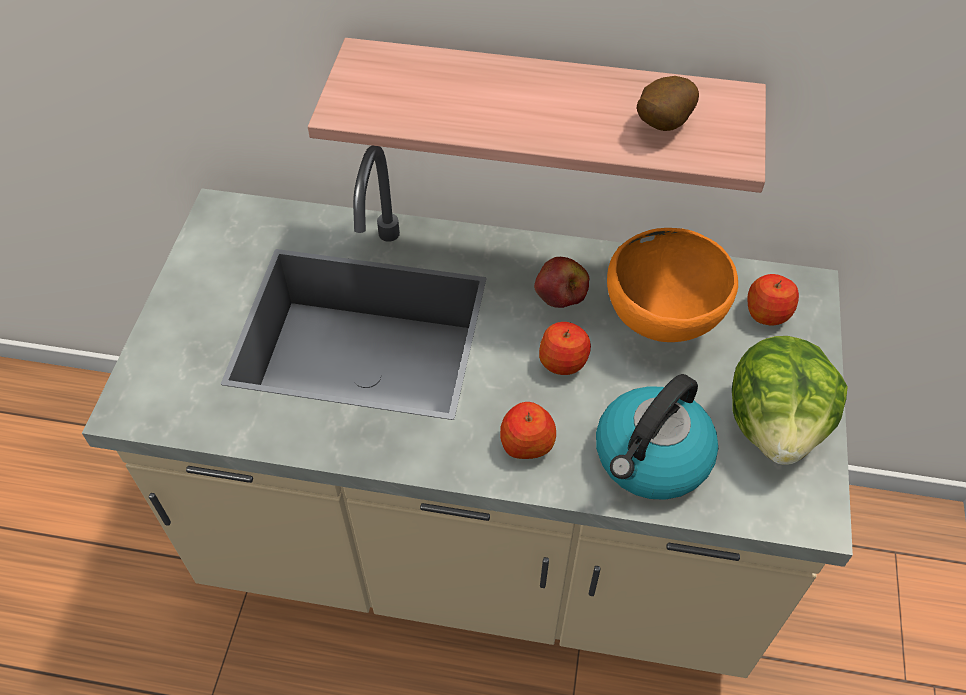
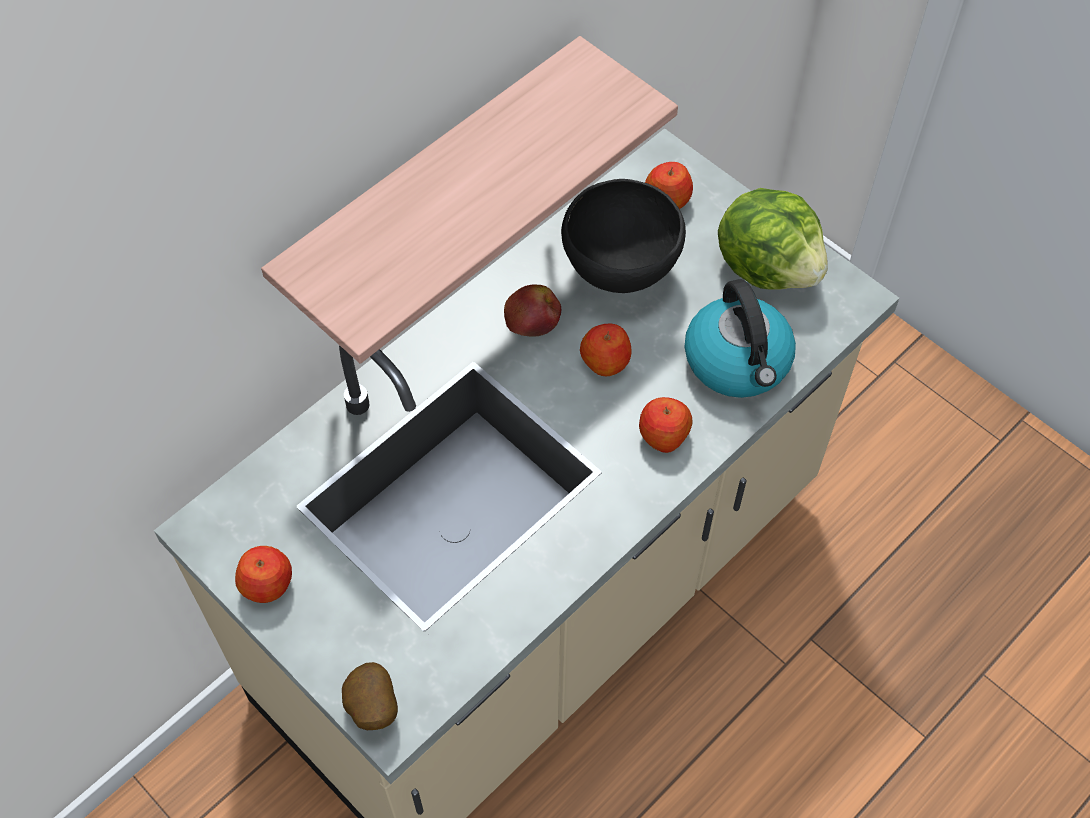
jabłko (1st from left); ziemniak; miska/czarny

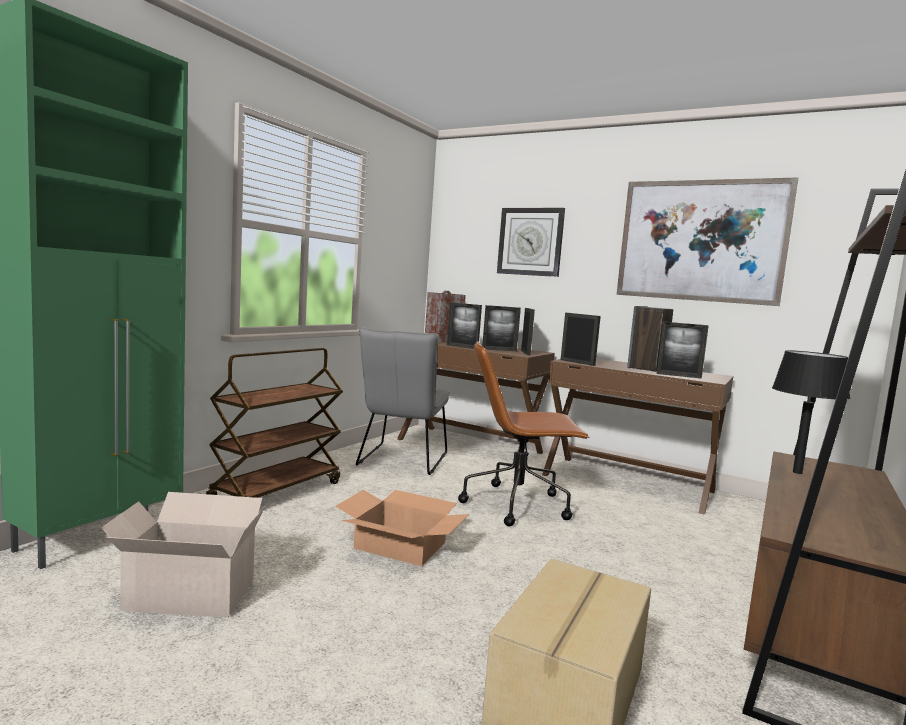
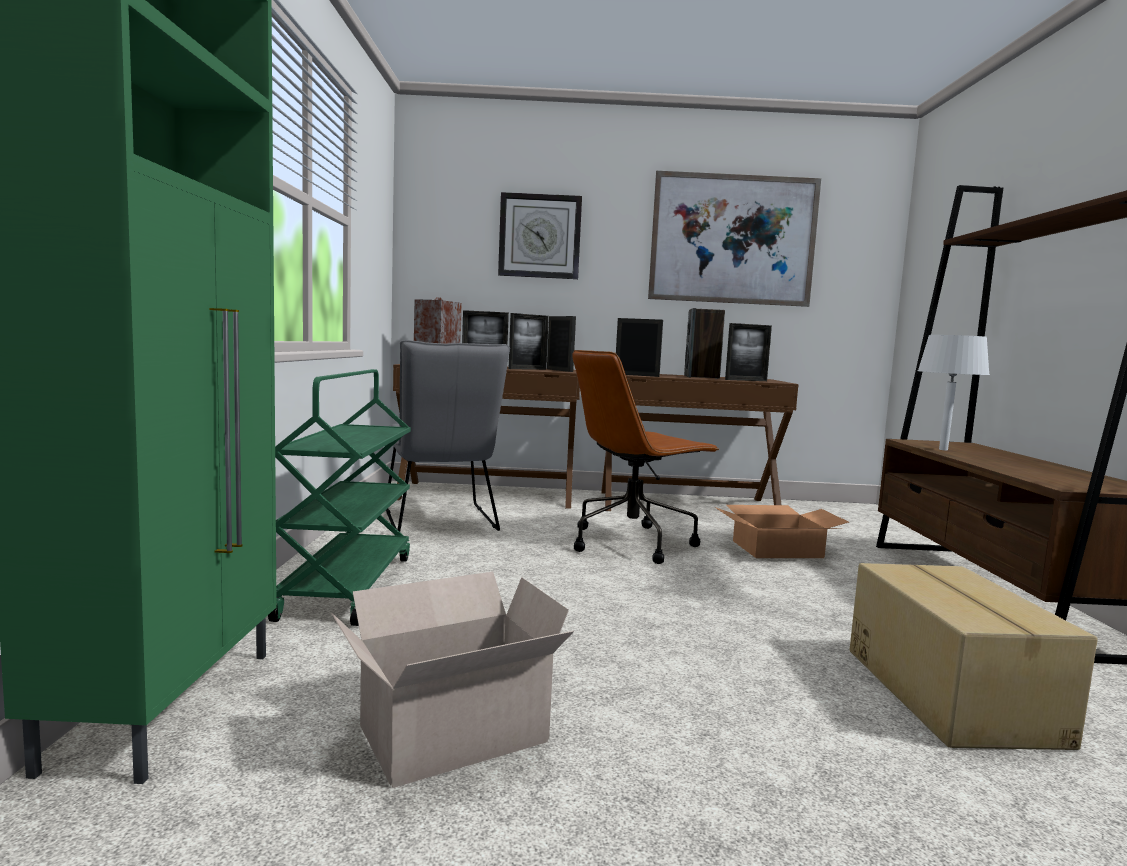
karton (2nd from left); wózek/zielony; lampa stołowa/biały

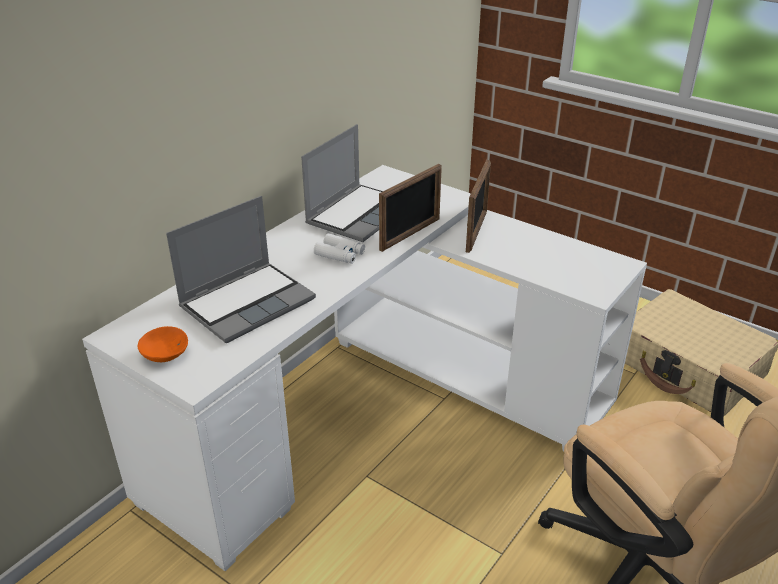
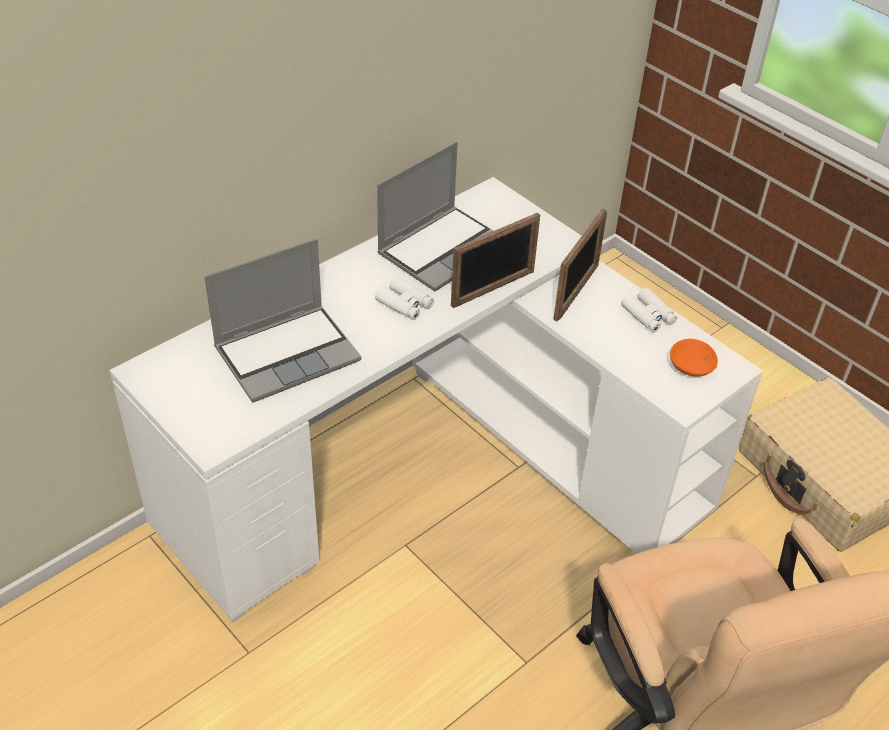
lornetka/biały (2nd from left); miska/pomarańczowy

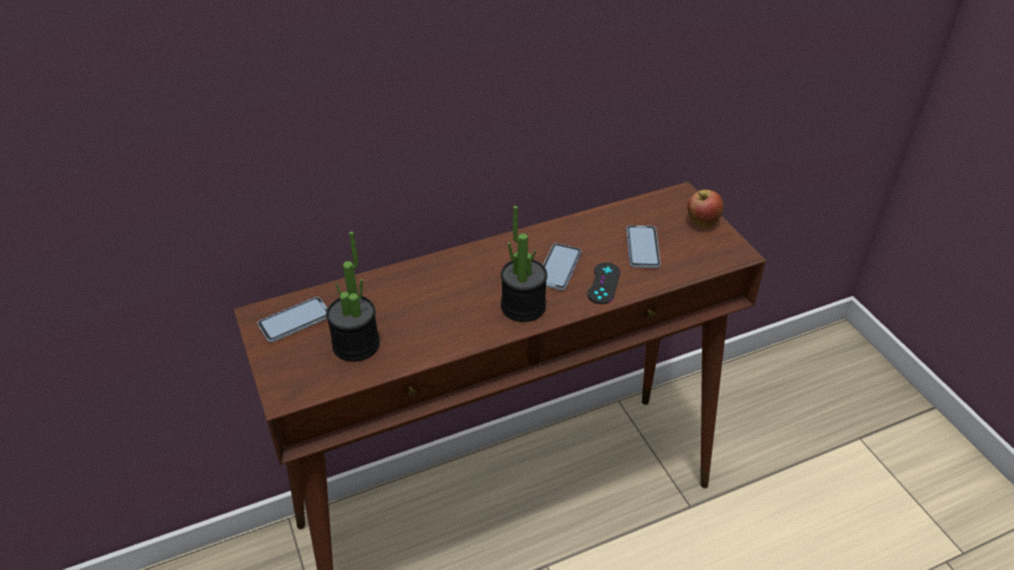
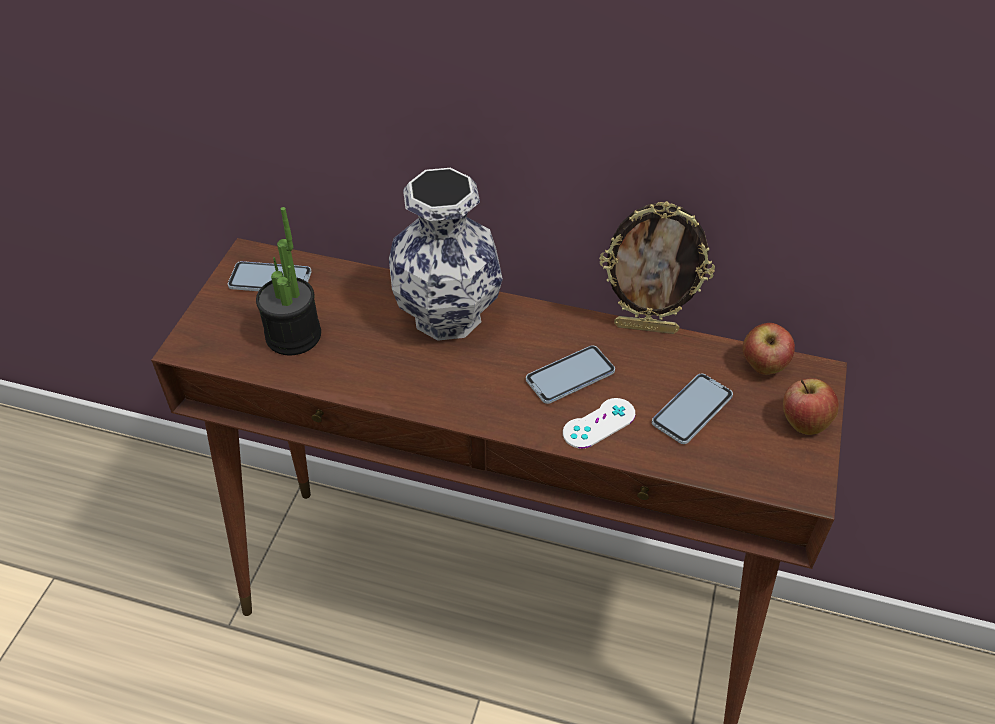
roślina doniczkowa (2nd from left in the first image); wazon; ramka na zdjęcie; jabłko (1st from left); pad do gier/biały

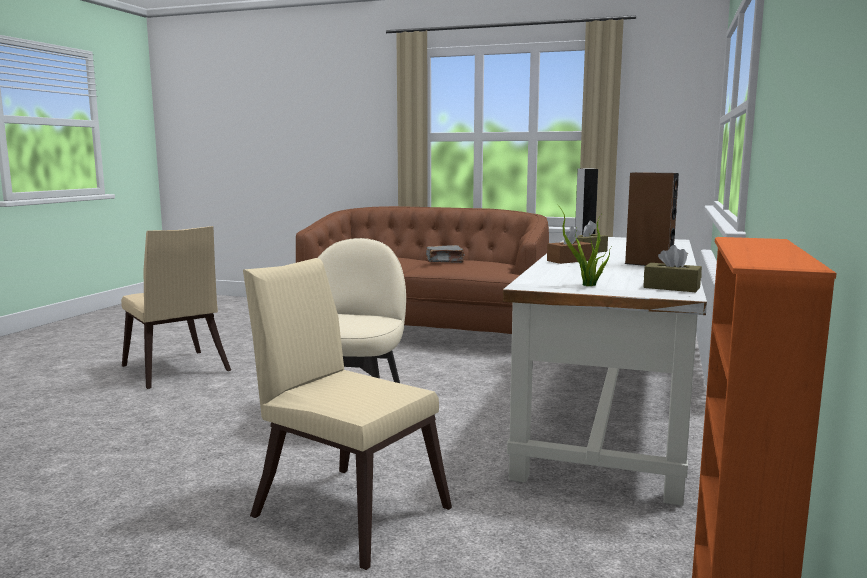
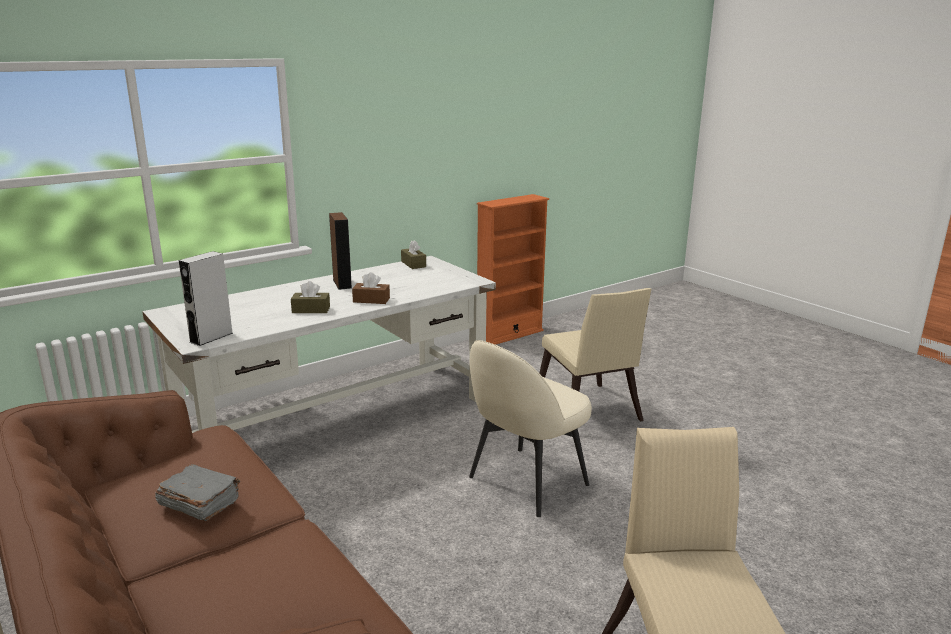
roślina doniczkowa

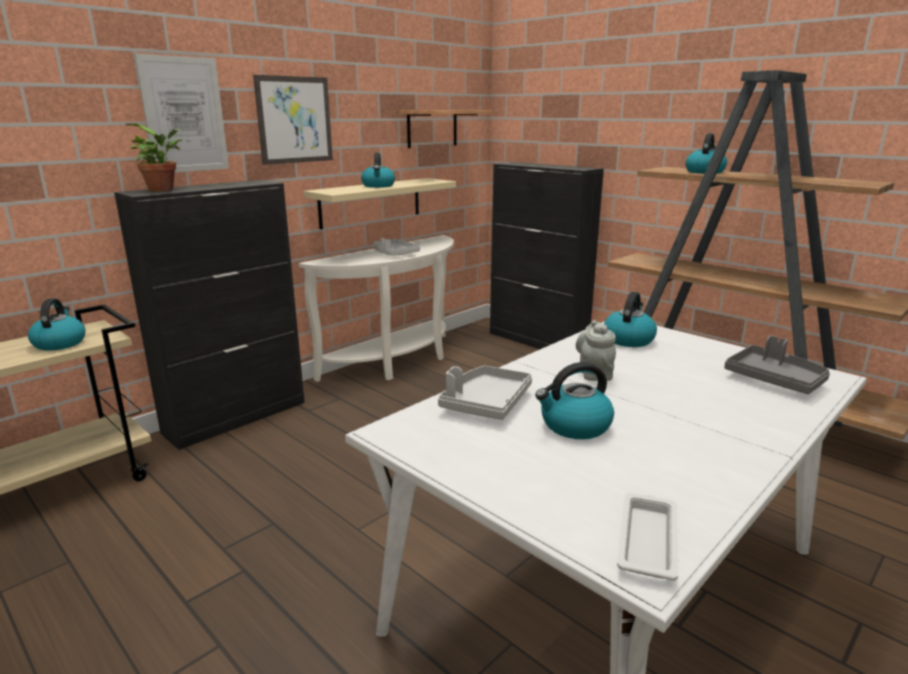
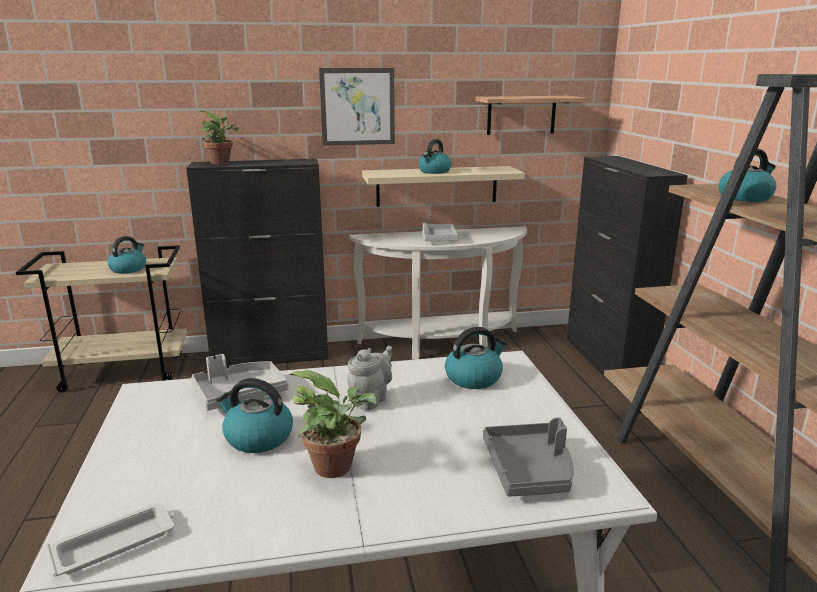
obraz (1st from left in the first image); roślina doniczkowa (2nd from left)

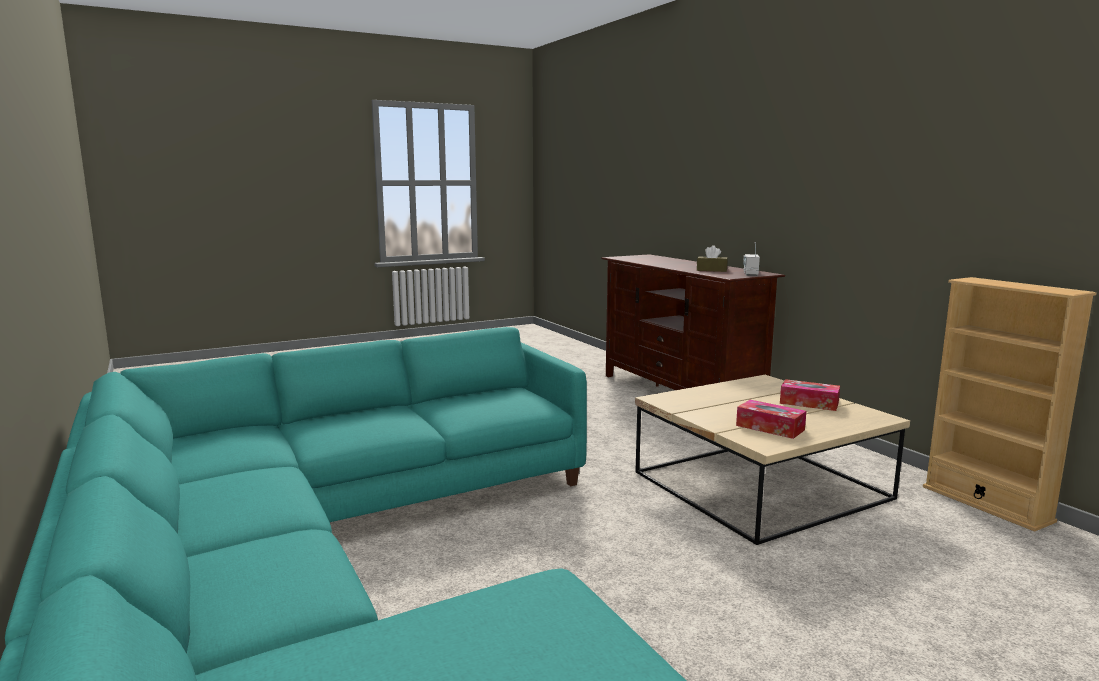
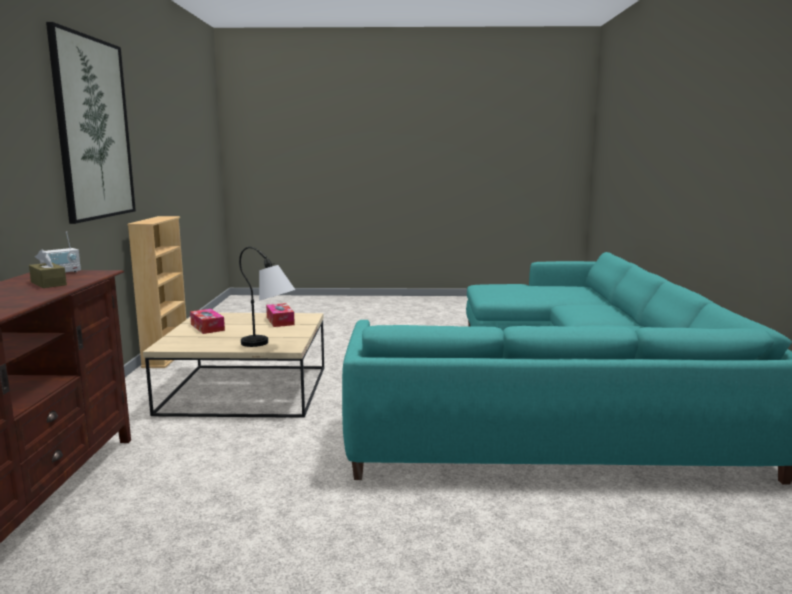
obraz; lampa stołowa

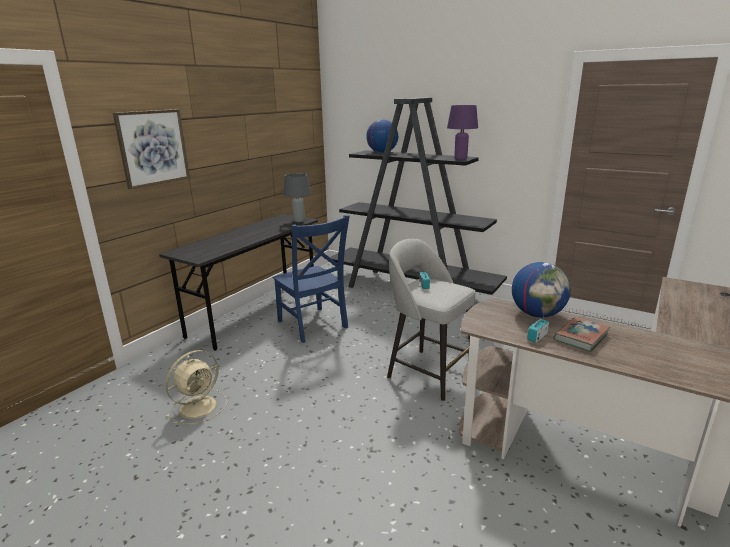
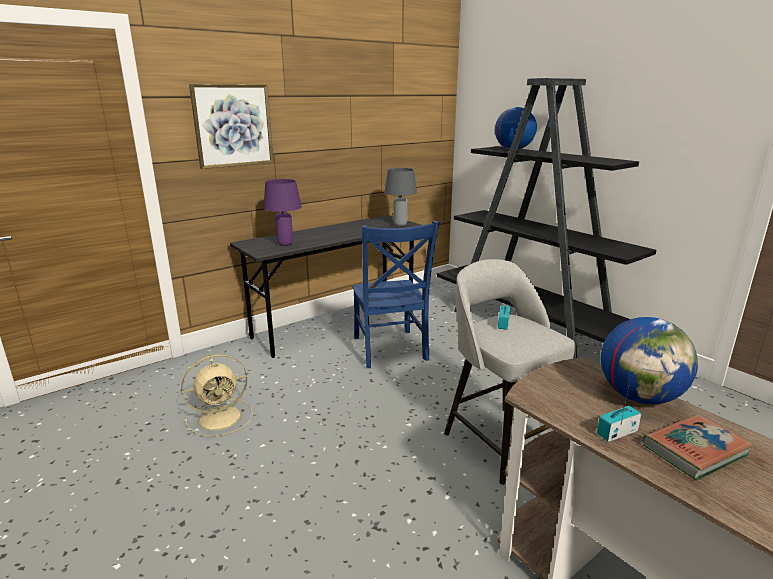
lampa stołowa/fioletowy

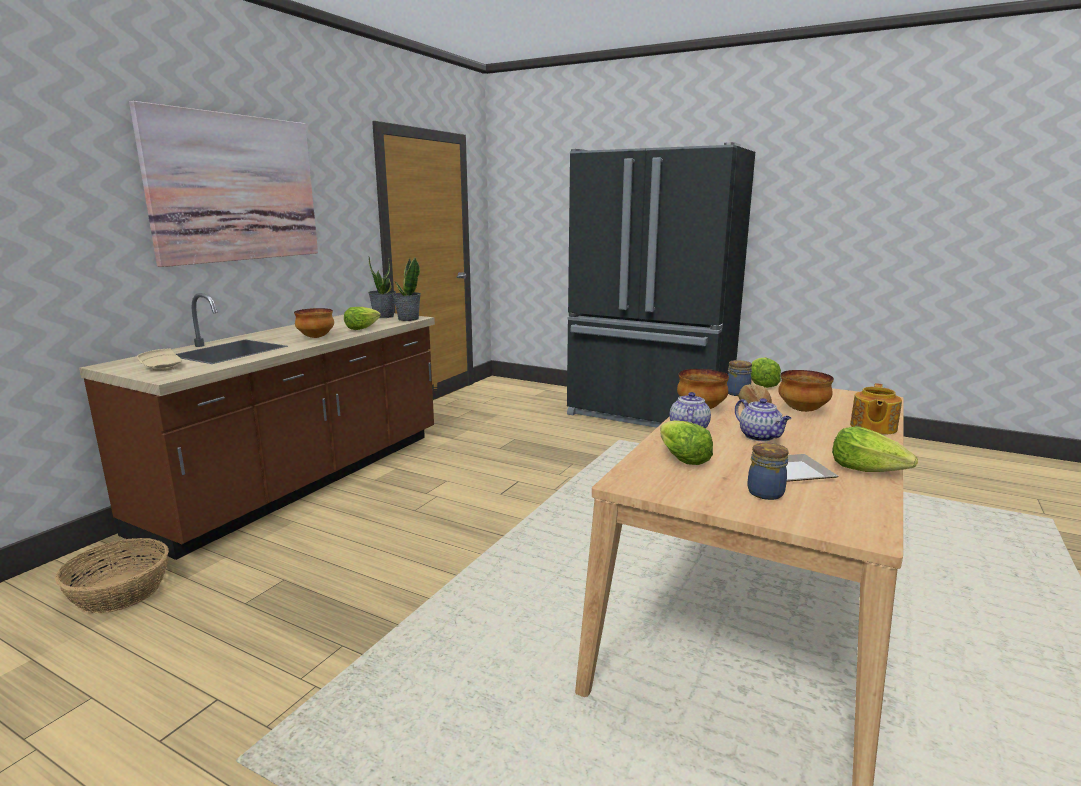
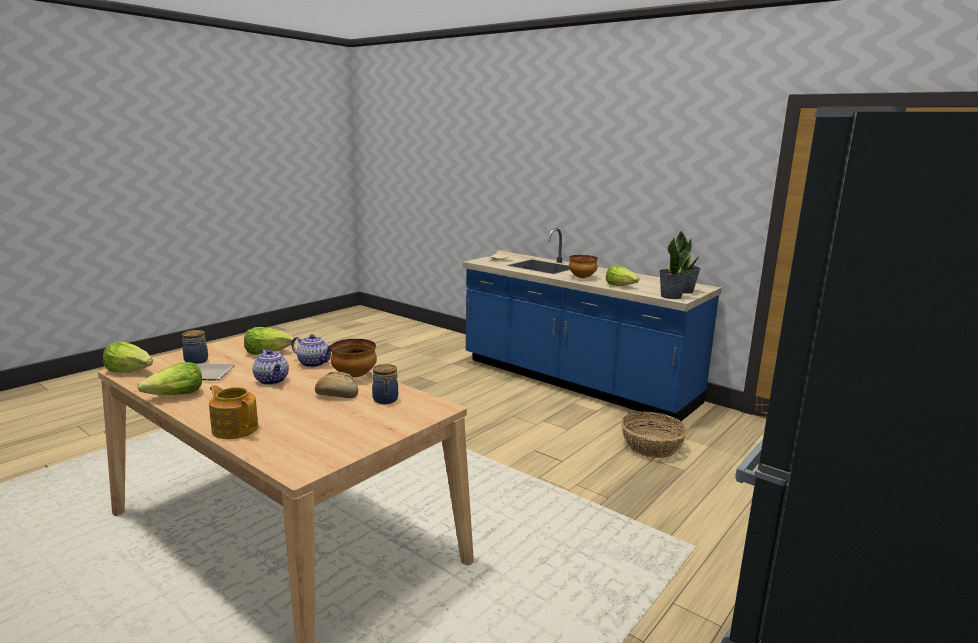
obraz; miska (3rd from left in the first image); koszyk; sałata (1st from left); zabudowa kuchenna/niebieski; imbryk (2nd from left)

